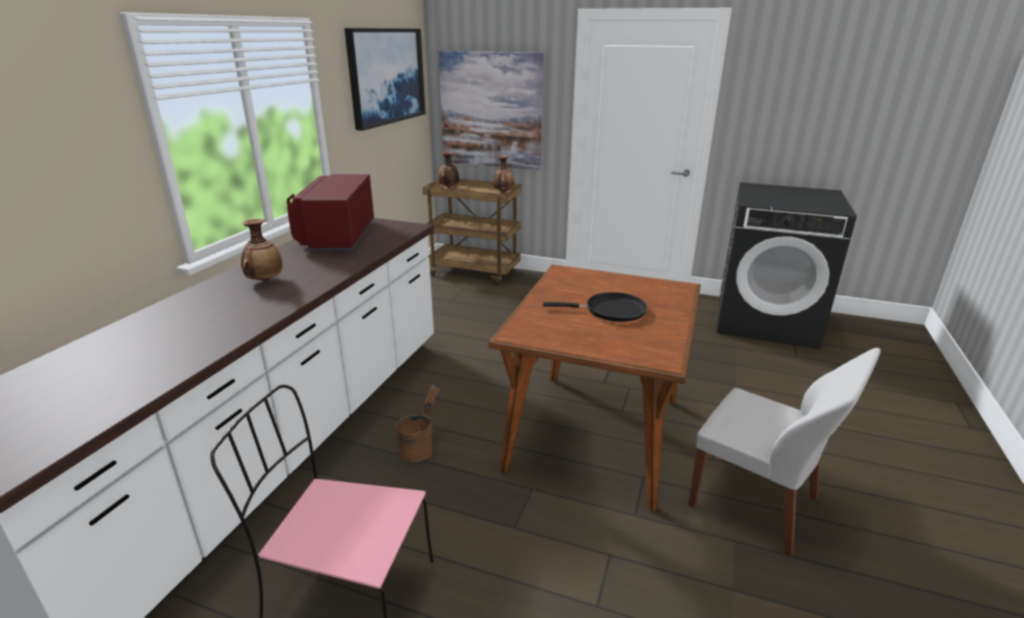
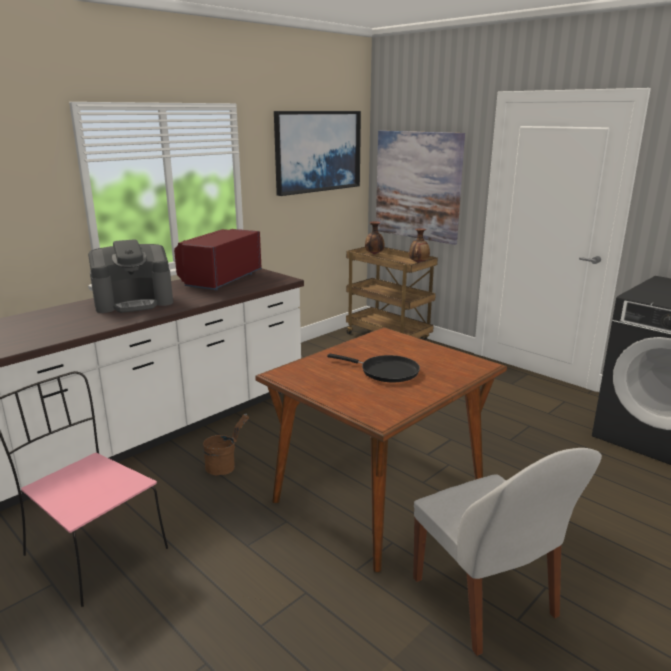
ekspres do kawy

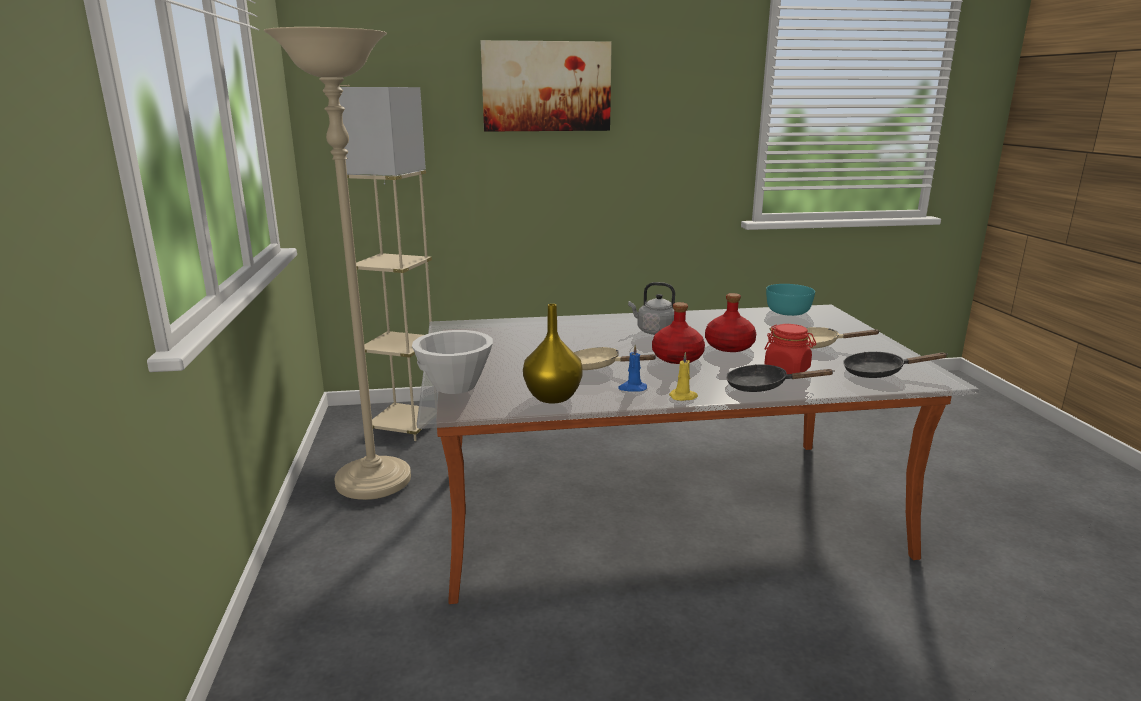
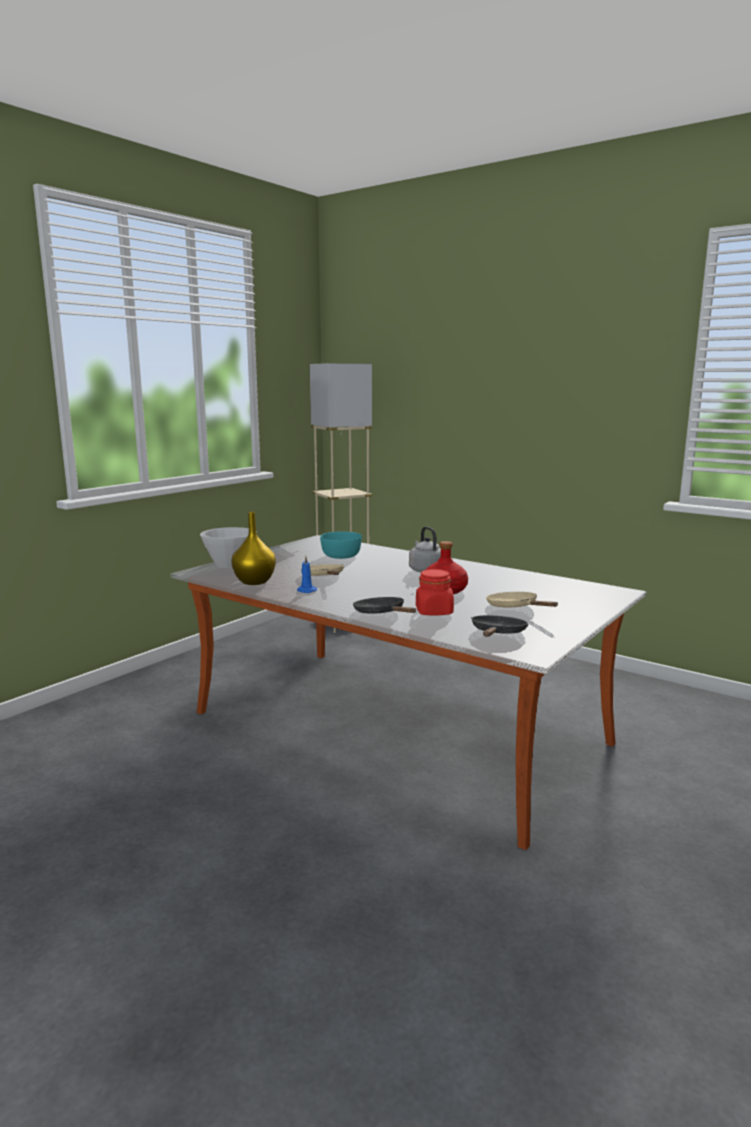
lampa stojąca/beżowy (1st from left in the first image); obraz; butelka/czerwony (1st from left in the first image); świeca/żółty; miska/turkusowy; patelnia/czarny (2nd from left)

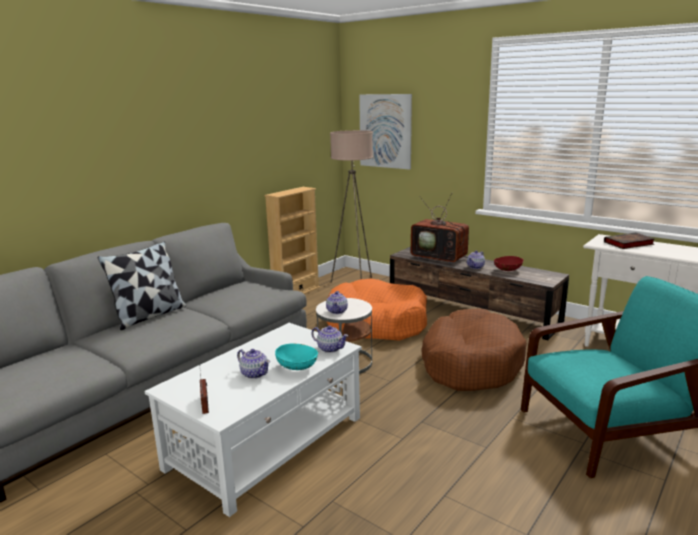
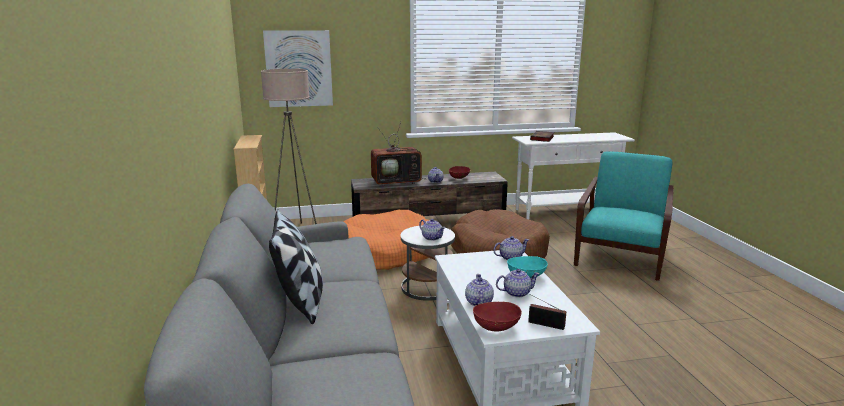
imbryk (3rd from left); miska/czerwony (2nd from left)

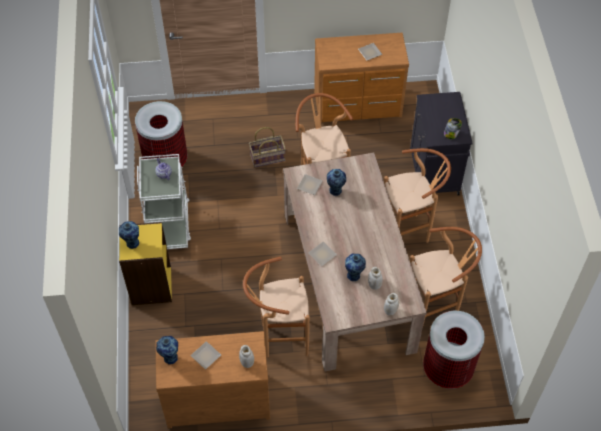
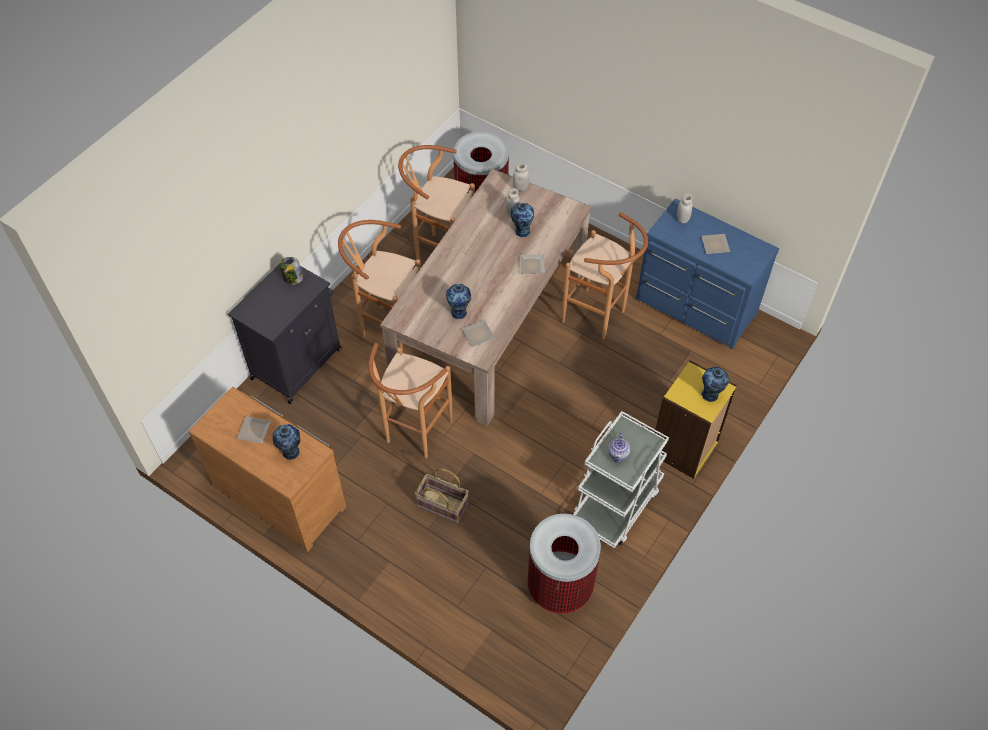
wazon (1st from left); komoda/niebieski

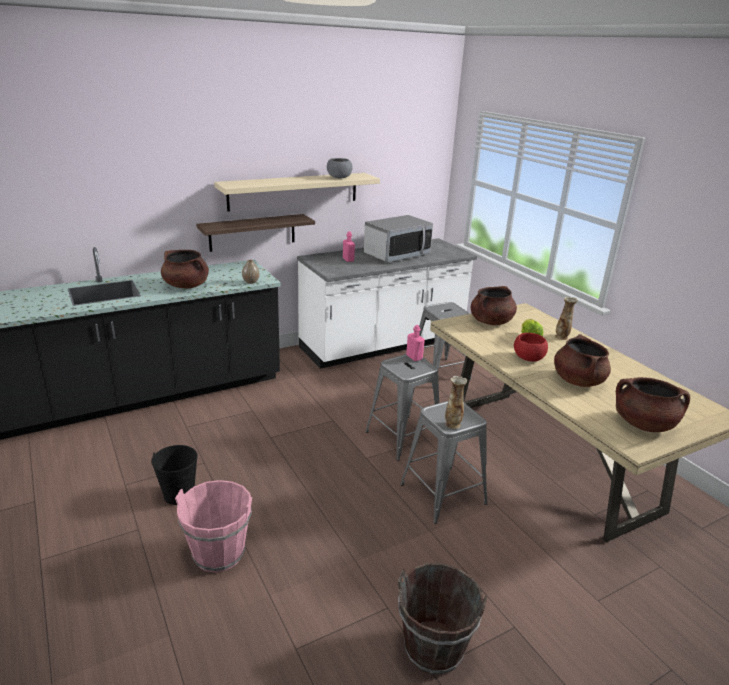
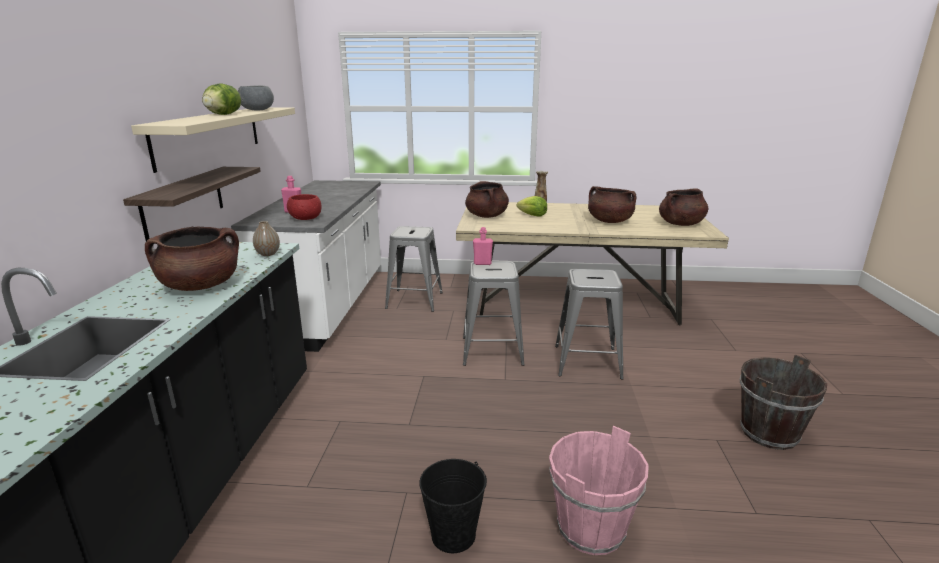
mikrofalówka; wazon (2nd from left in the first image); sałata (1st from left); miska/czerwony

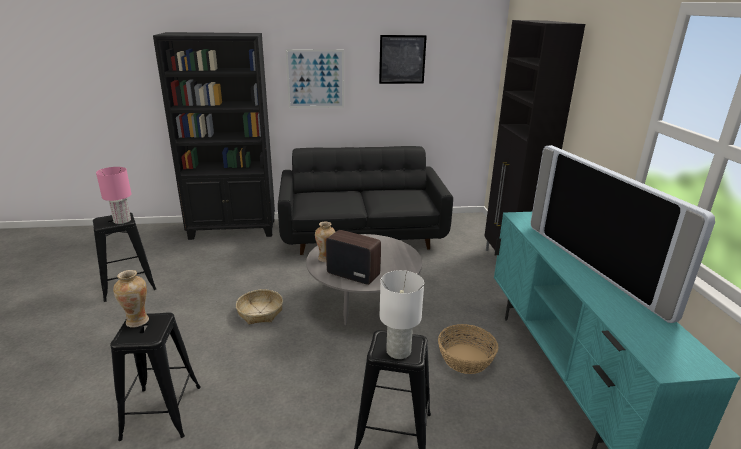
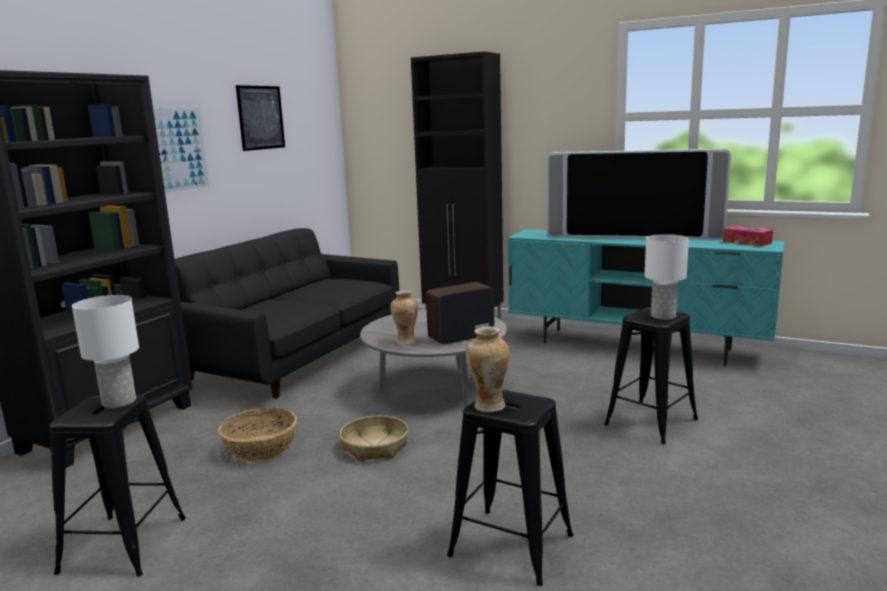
pudełko chusteczek; koszyk (1st from left); lampa stołowa/biały (1st from left)

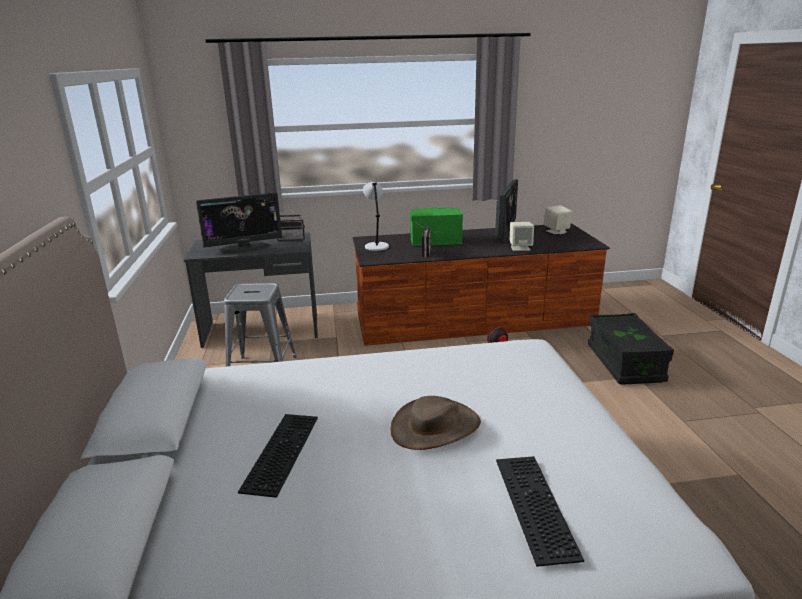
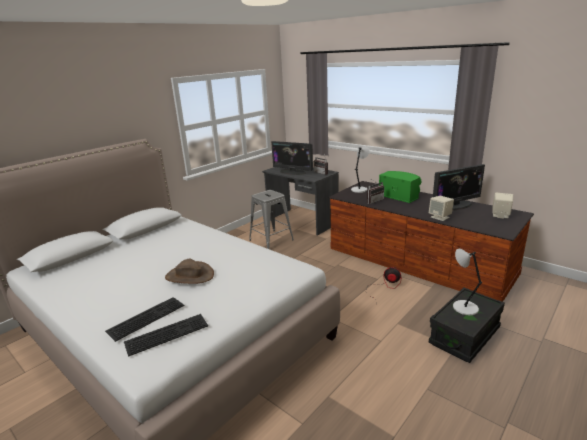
lampa stołowa/szary (2nd from left); klawiatura (2nd from left)

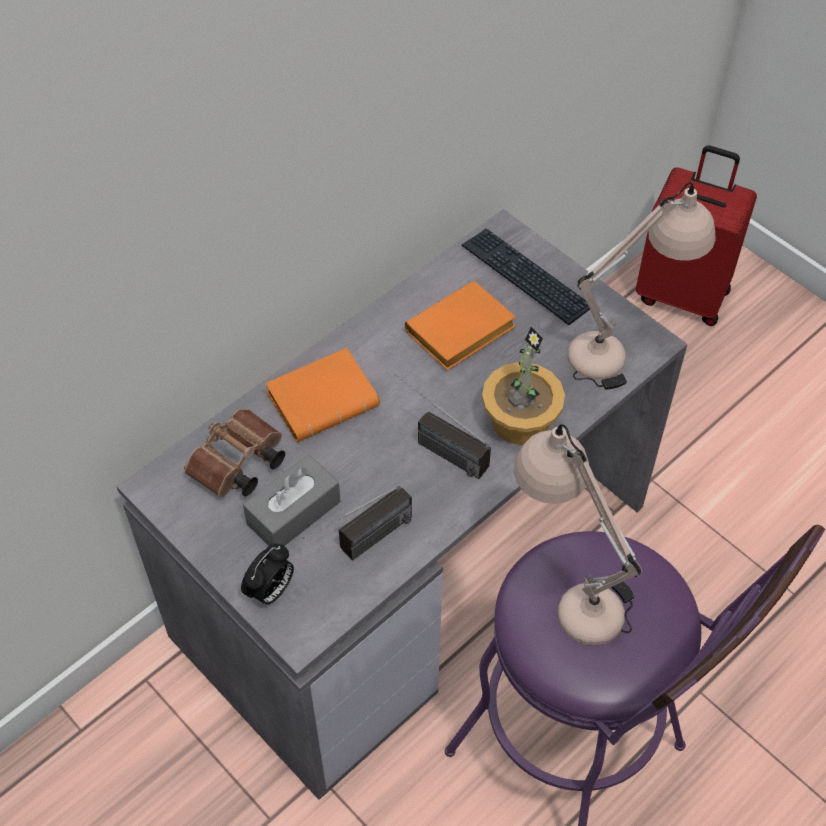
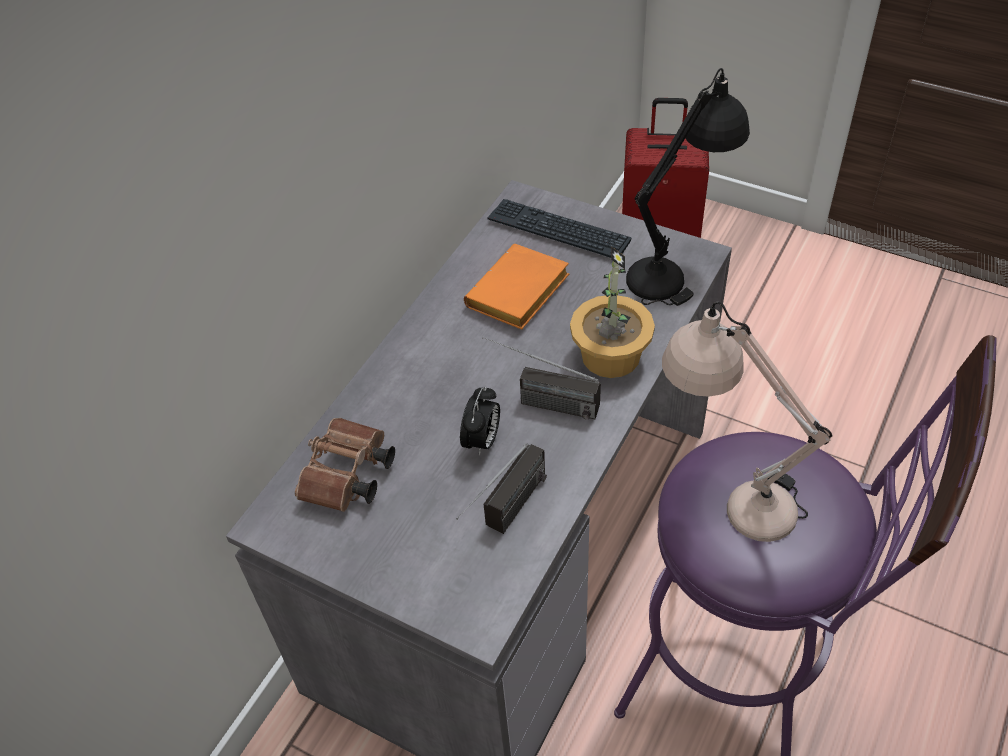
pudełko chusteczek/szary; książka/pomarańczowy (1st from left in the first image); budzik; lampa stołowa/czarny

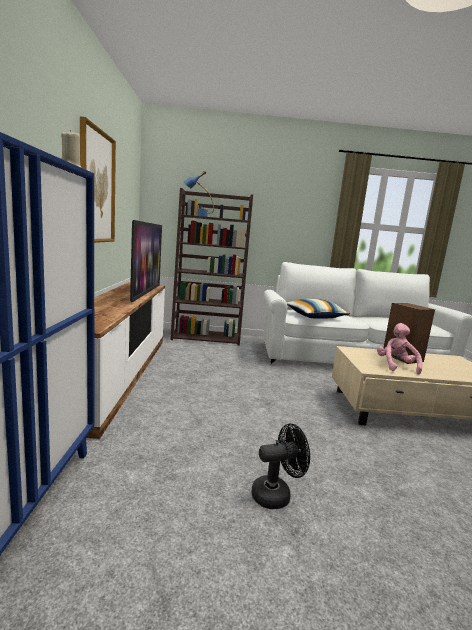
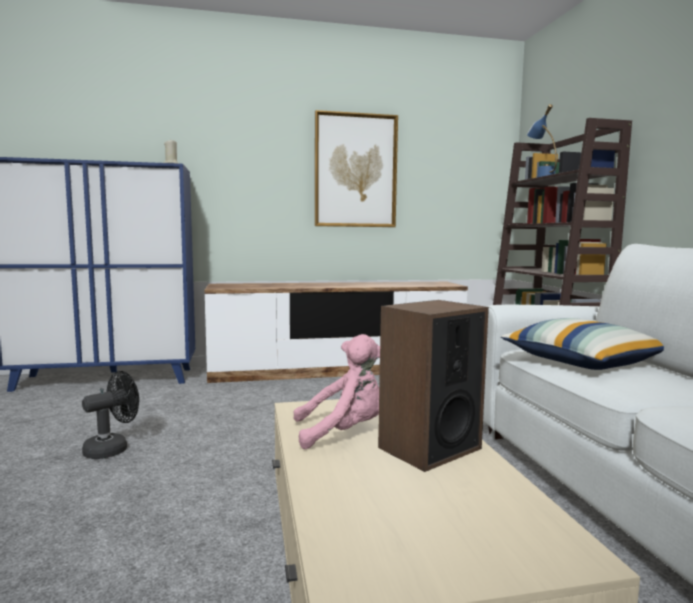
telewizor; wentylator/czarny

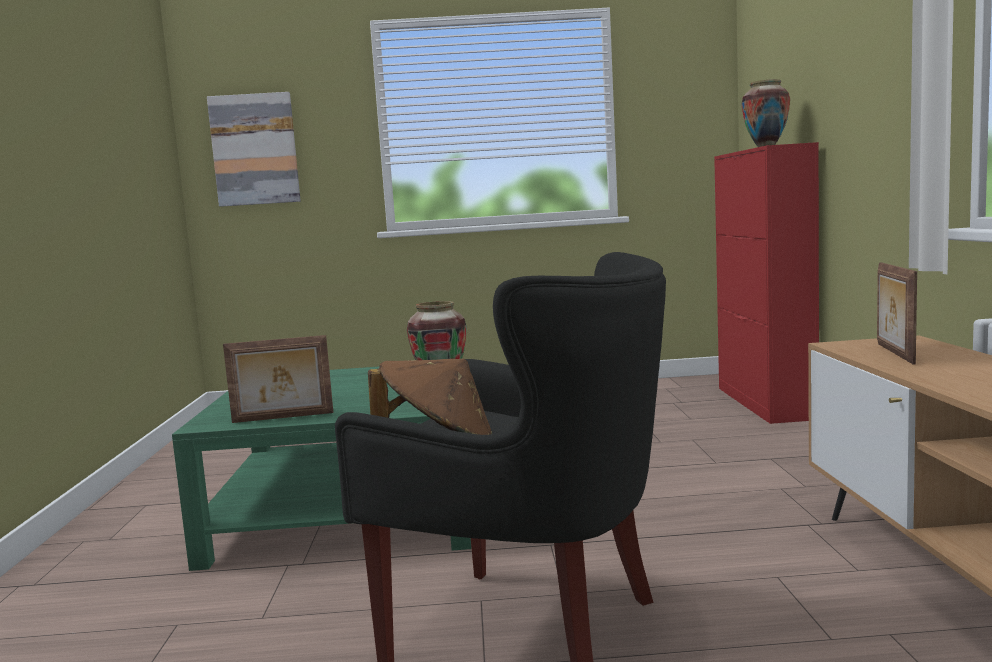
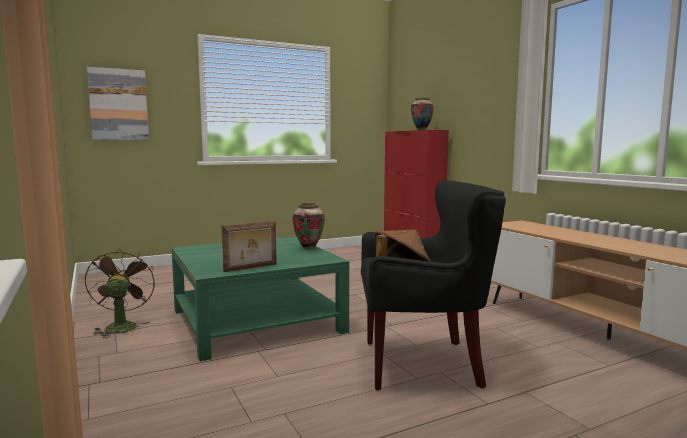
ramka na zdjęcie (2nd from left in the first image); wentylator/brązowy

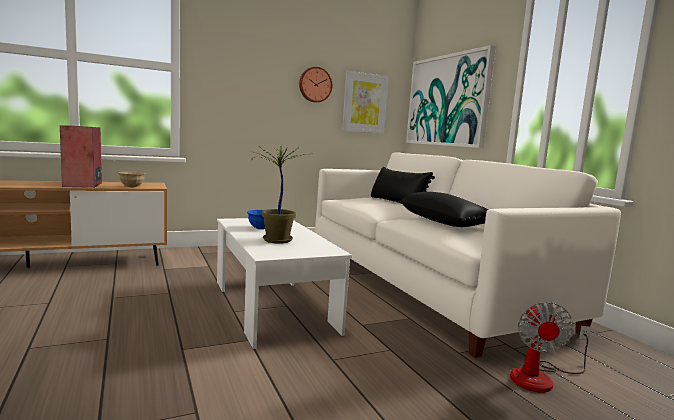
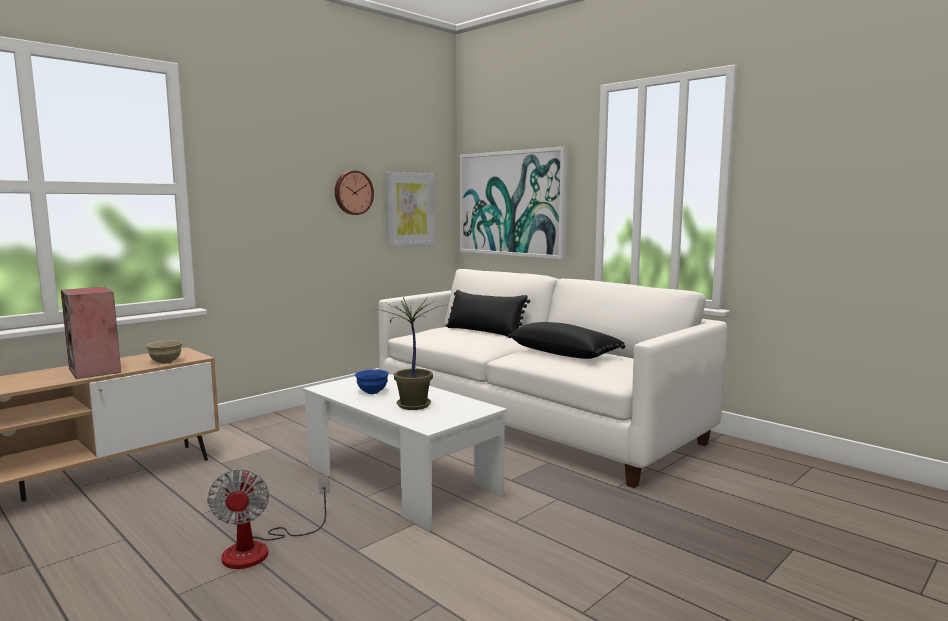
wentylator

